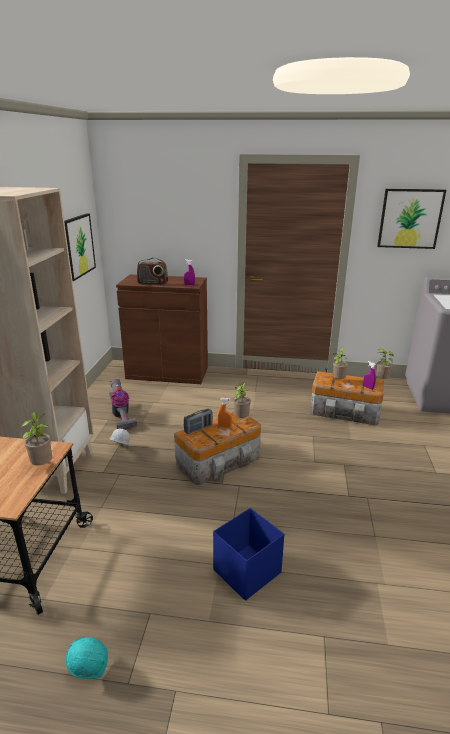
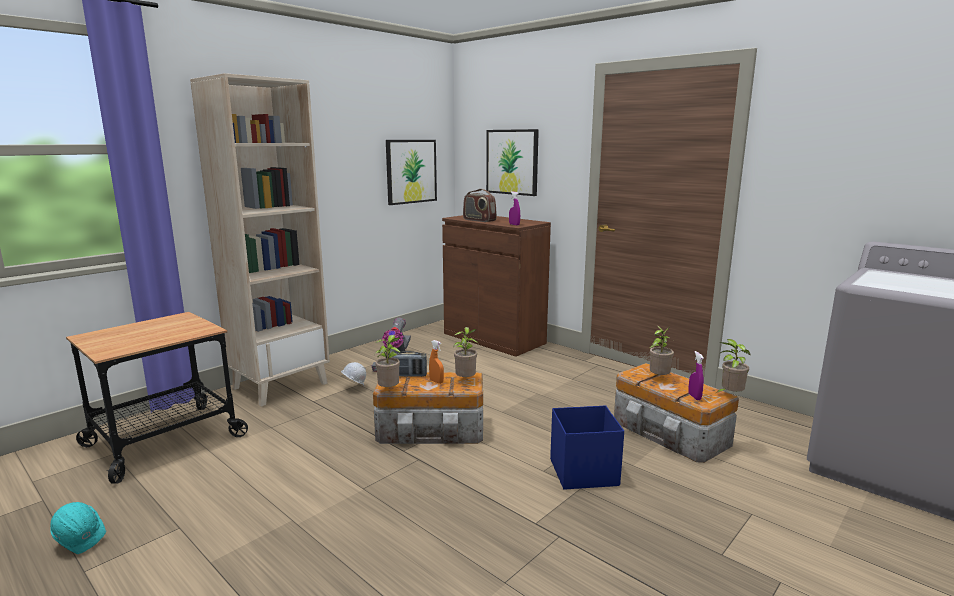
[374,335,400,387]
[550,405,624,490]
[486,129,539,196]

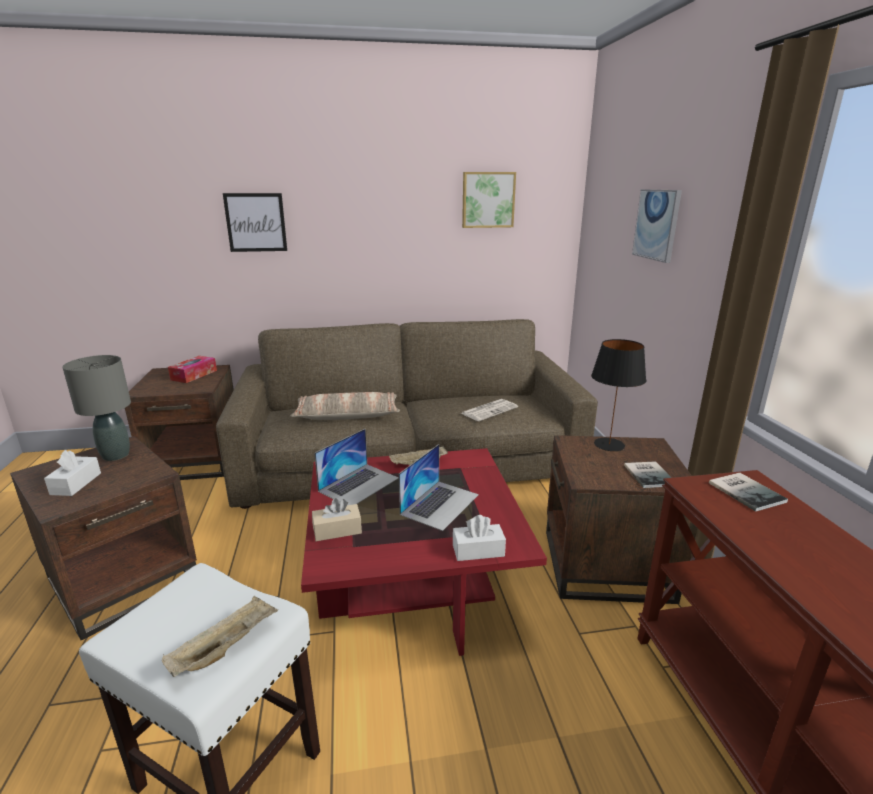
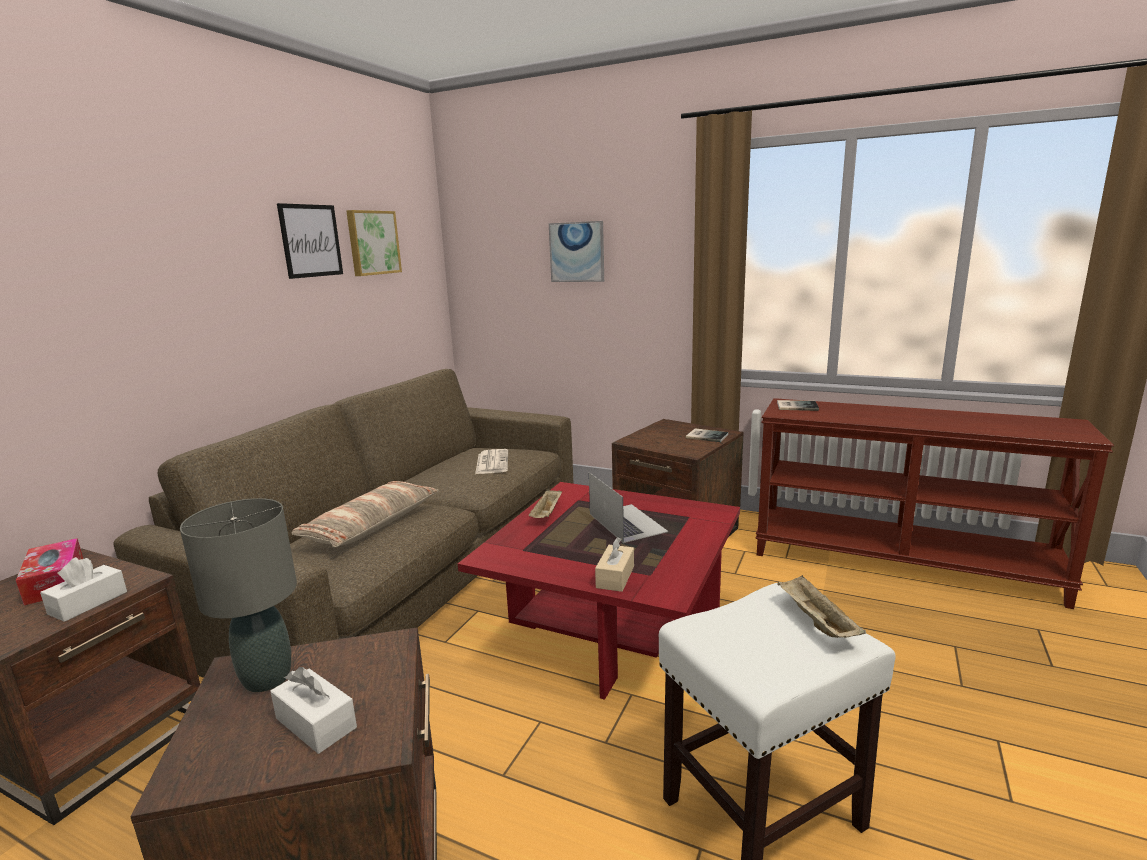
[314,429,399,505] (first image)
[591,339,646,451] (first image)
[277,203,343,279]
[40,557,127,622]

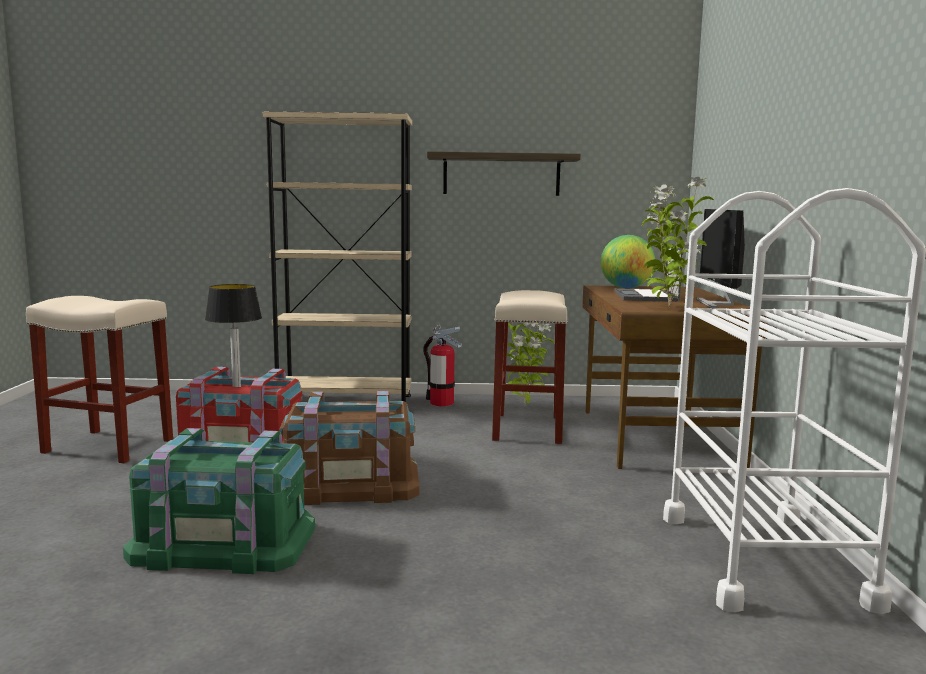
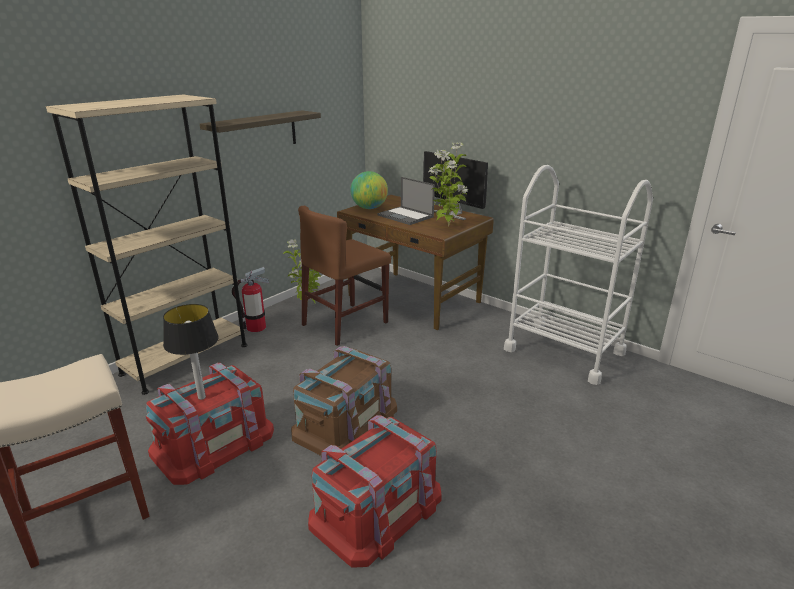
[298,206,391,346]
[308,415,441,567]

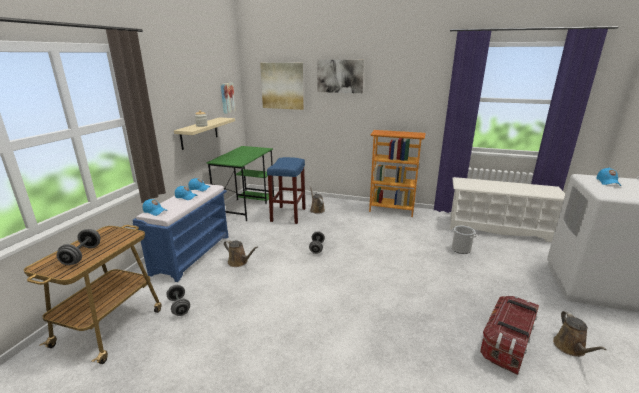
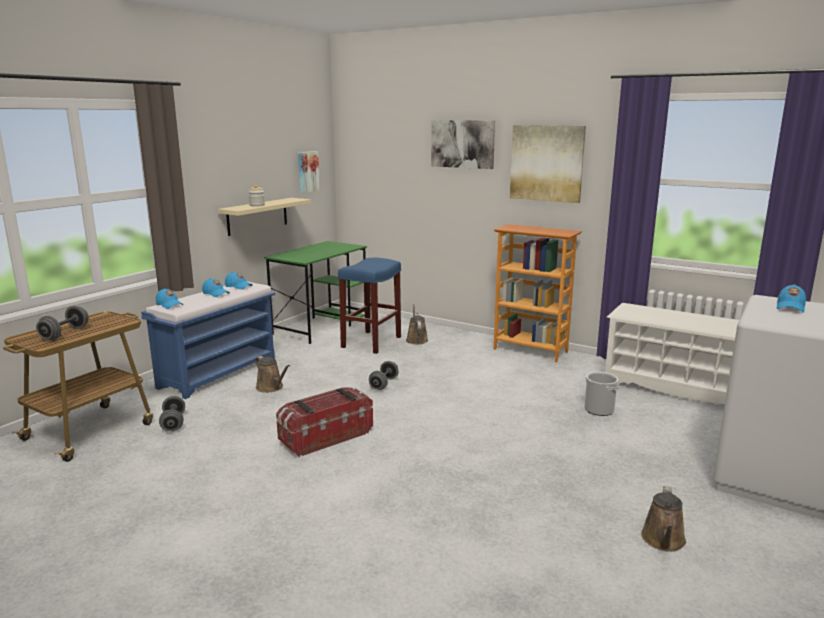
[510,125,586,203]
[276,387,373,457]

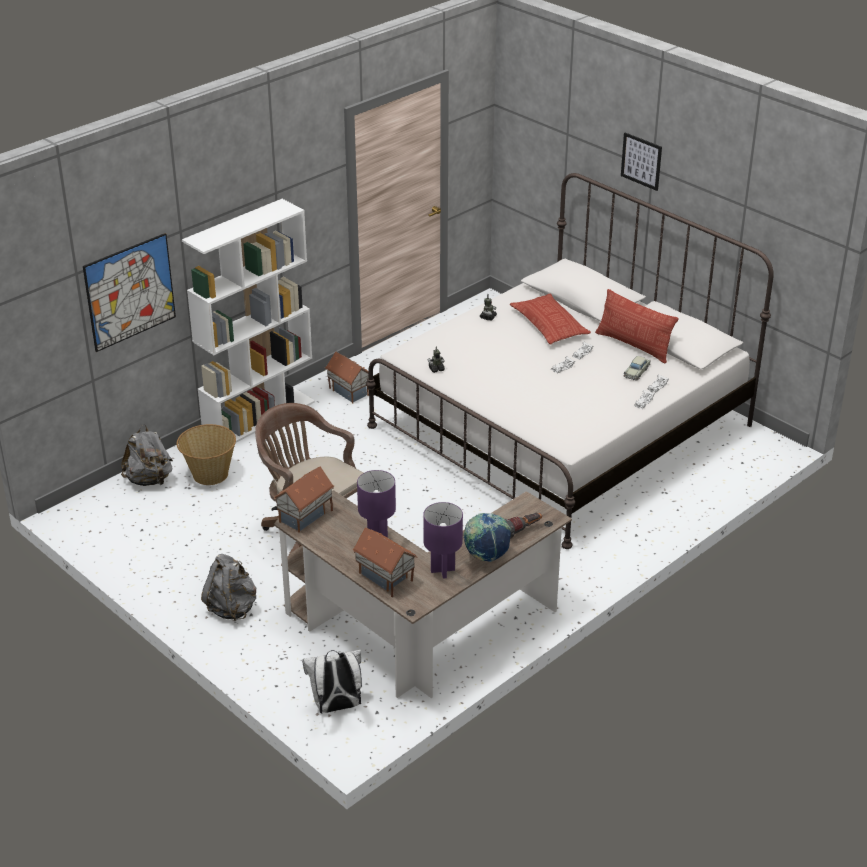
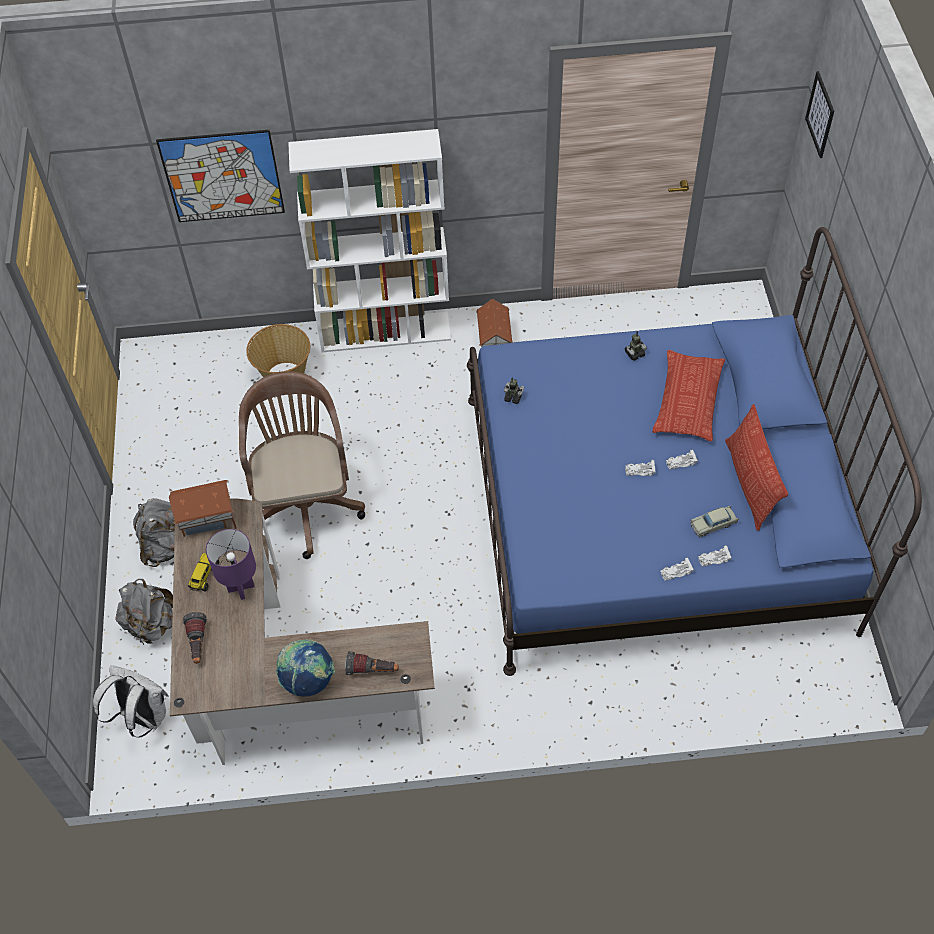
[423,502,463,579] (first image)
[188,553,219,592]
[115,579,173,646]
[805,71,834,158]
[183,612,207,664]
[467,227,922,676]

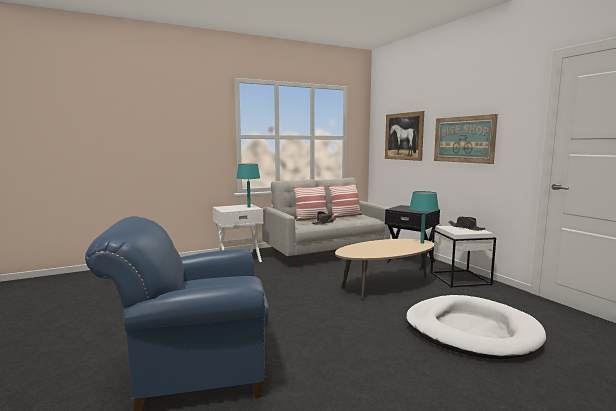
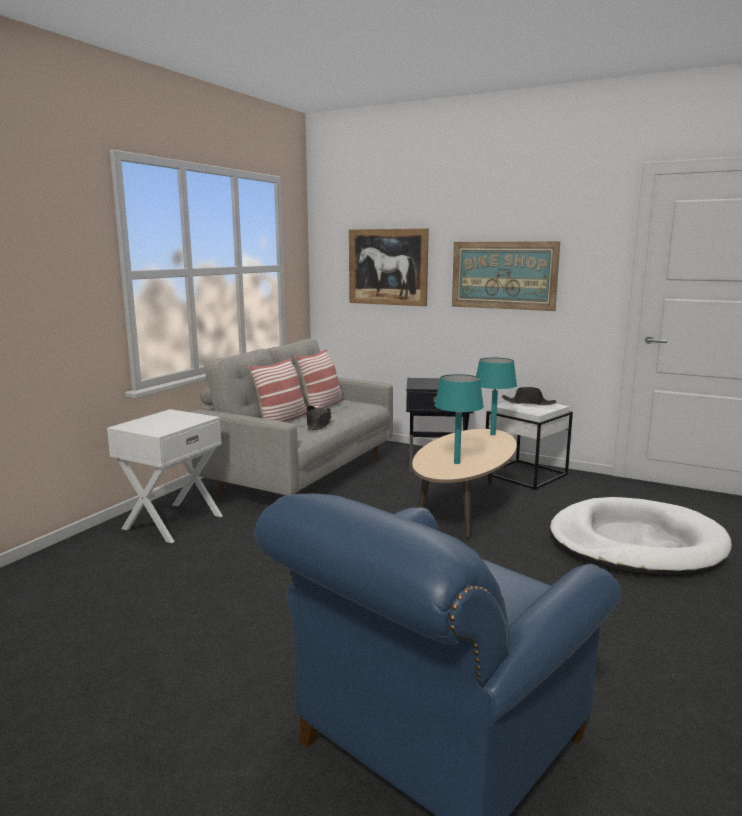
[435,374,484,464]

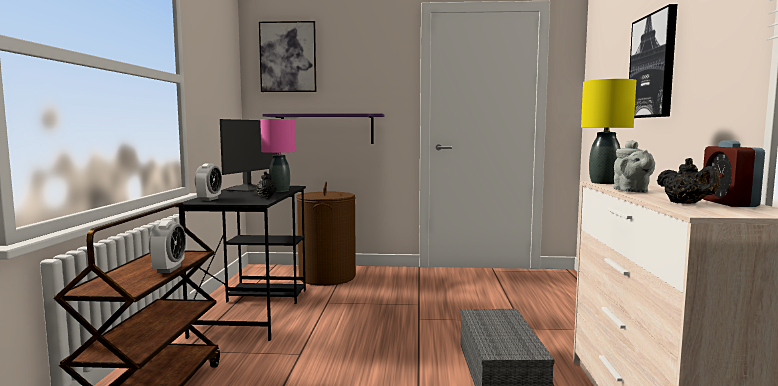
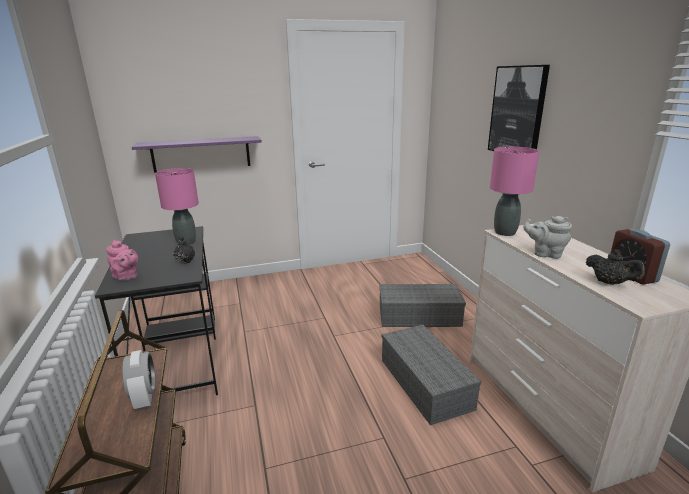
[220,119,277,192] (first image)
[259,21,316,92] (first image)
[296,182,356,286] (first image)
[379,284,466,327]
[106,240,138,281]
[490,147,539,236]
[523,216,572,259]

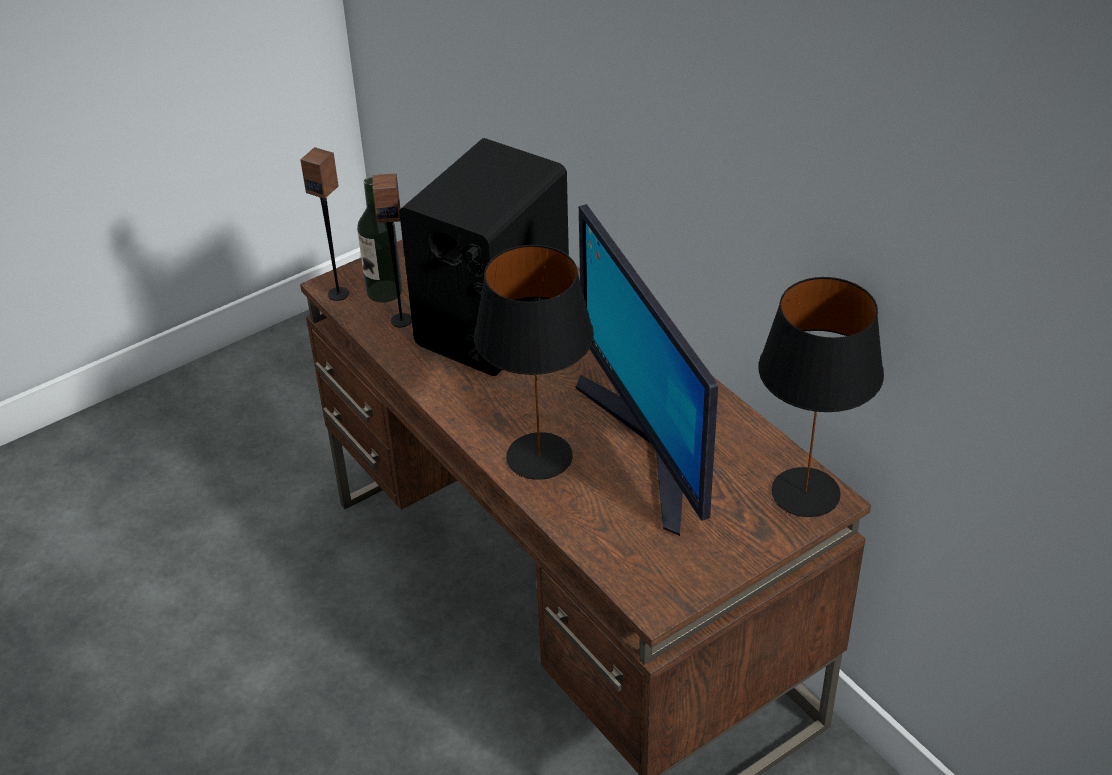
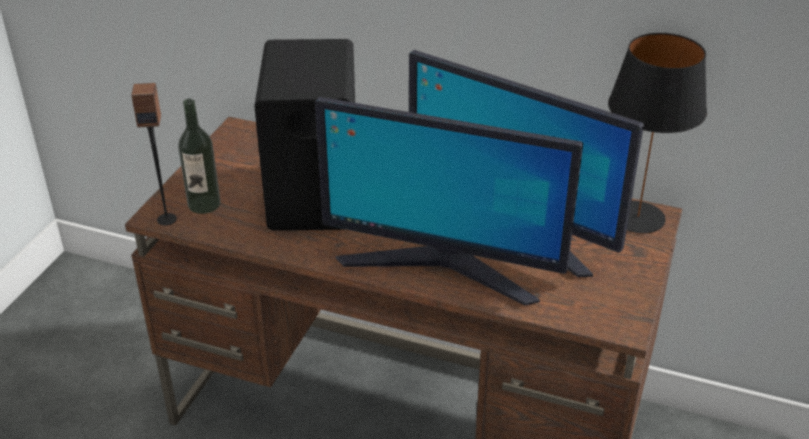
[372,173,412,327] (first image)
[315,97,583,305]

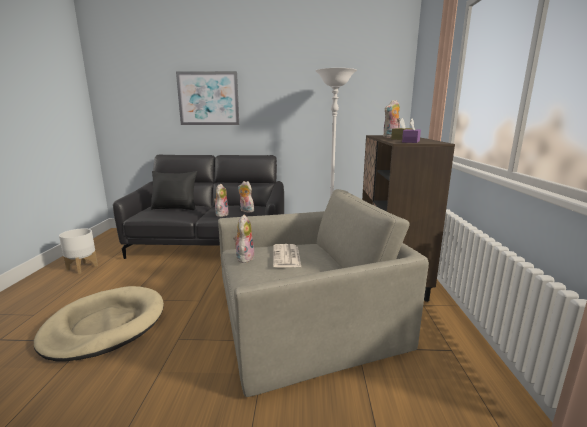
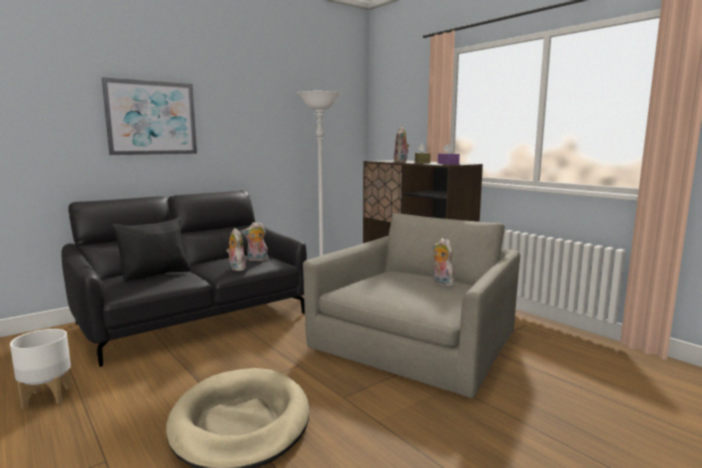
[273,244,301,267] (first image)
[433,238,456,287]

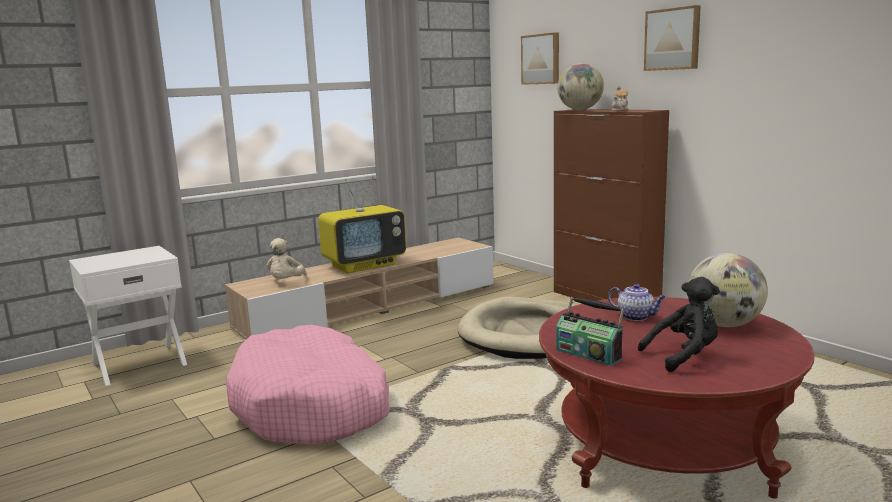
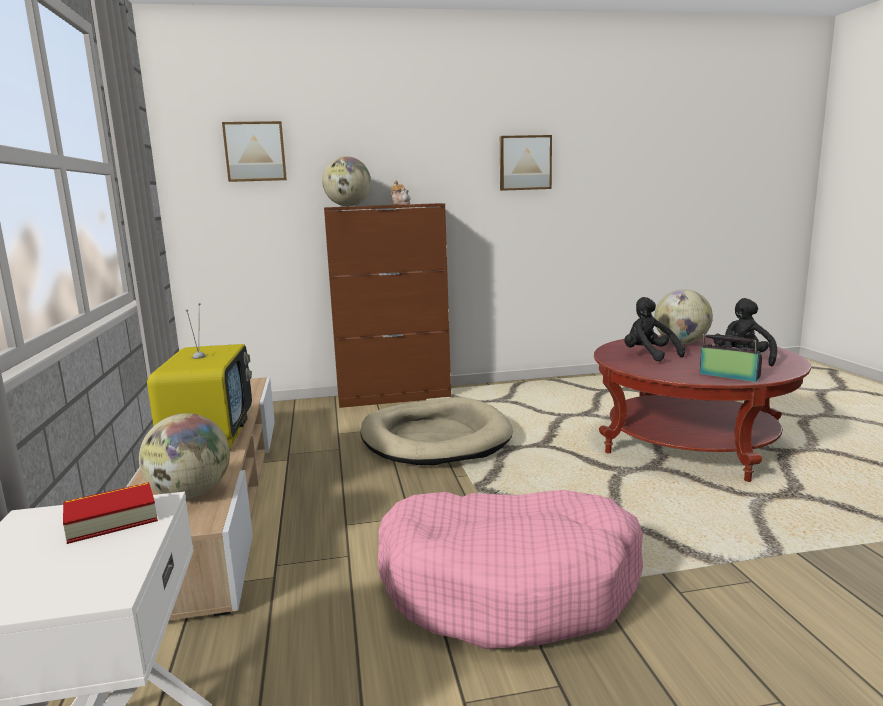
[63,482,158,544]
[500,135,552,191]
[139,413,230,499]
[624,297,685,361]
[700,334,762,382]

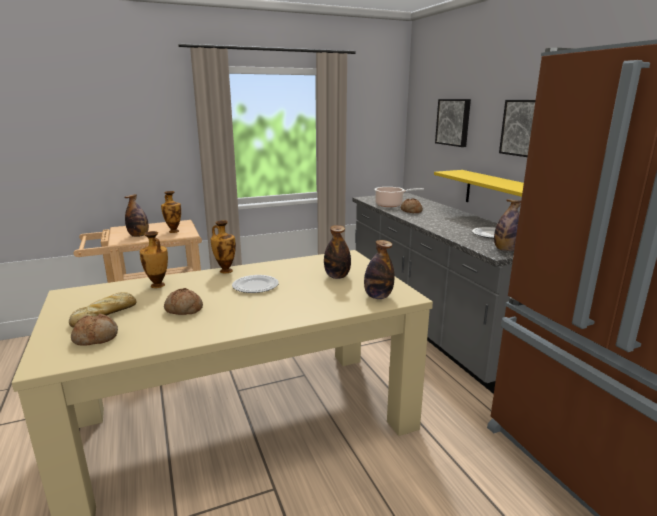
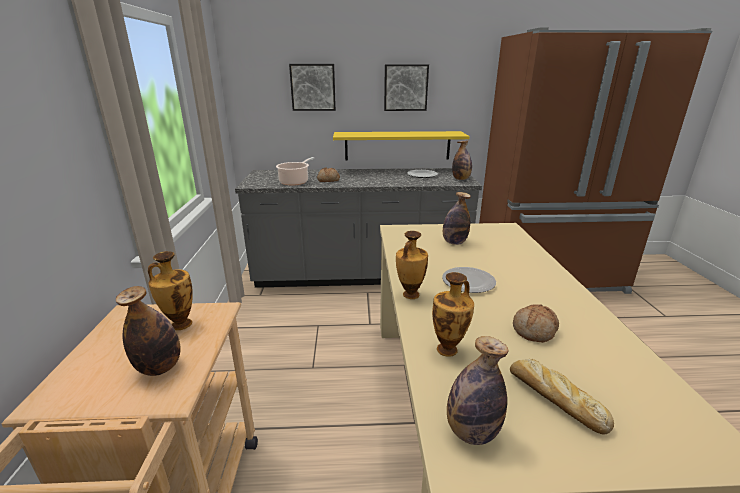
[71,314,118,346] (first image)
[447,336,509,445]

